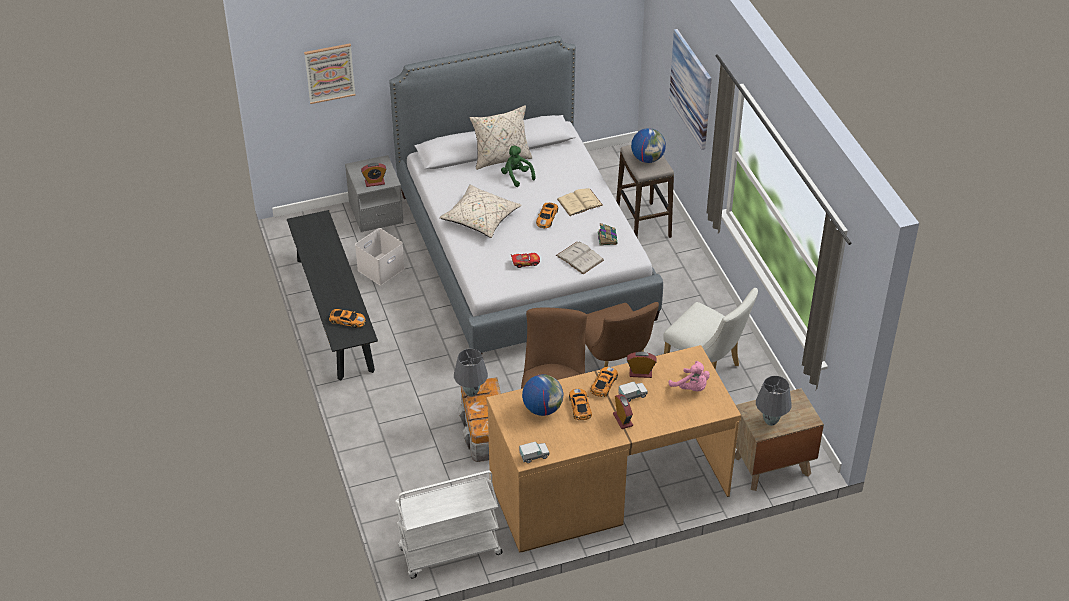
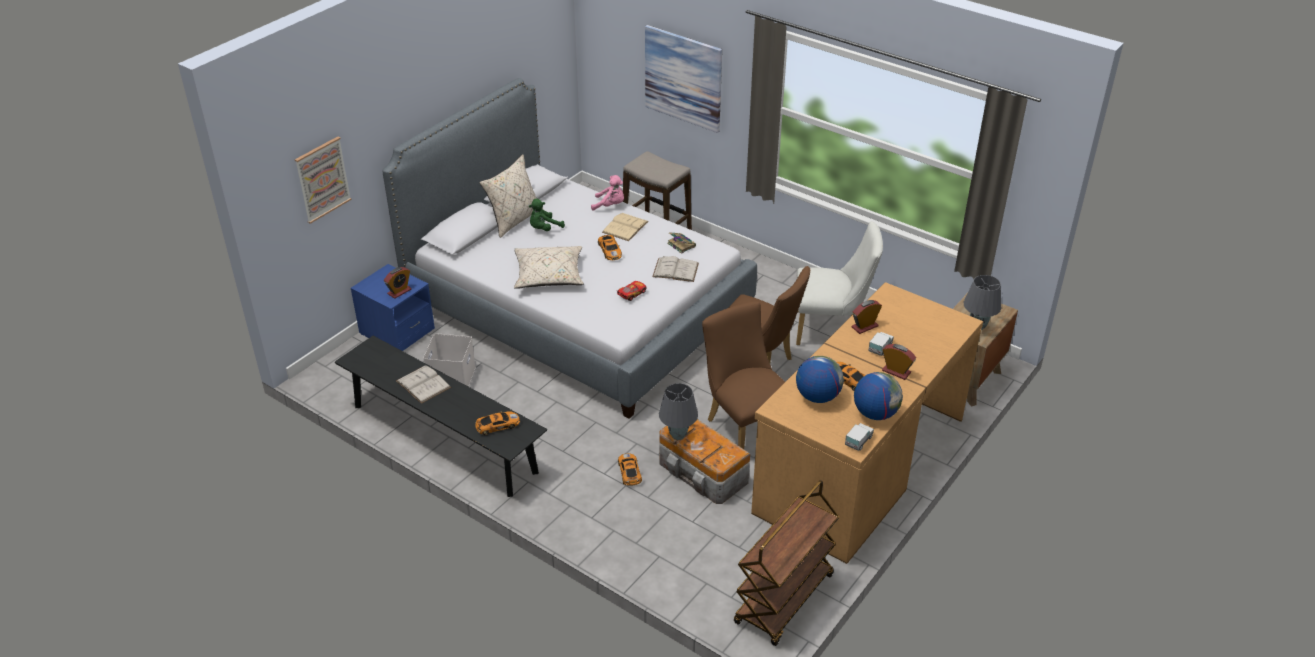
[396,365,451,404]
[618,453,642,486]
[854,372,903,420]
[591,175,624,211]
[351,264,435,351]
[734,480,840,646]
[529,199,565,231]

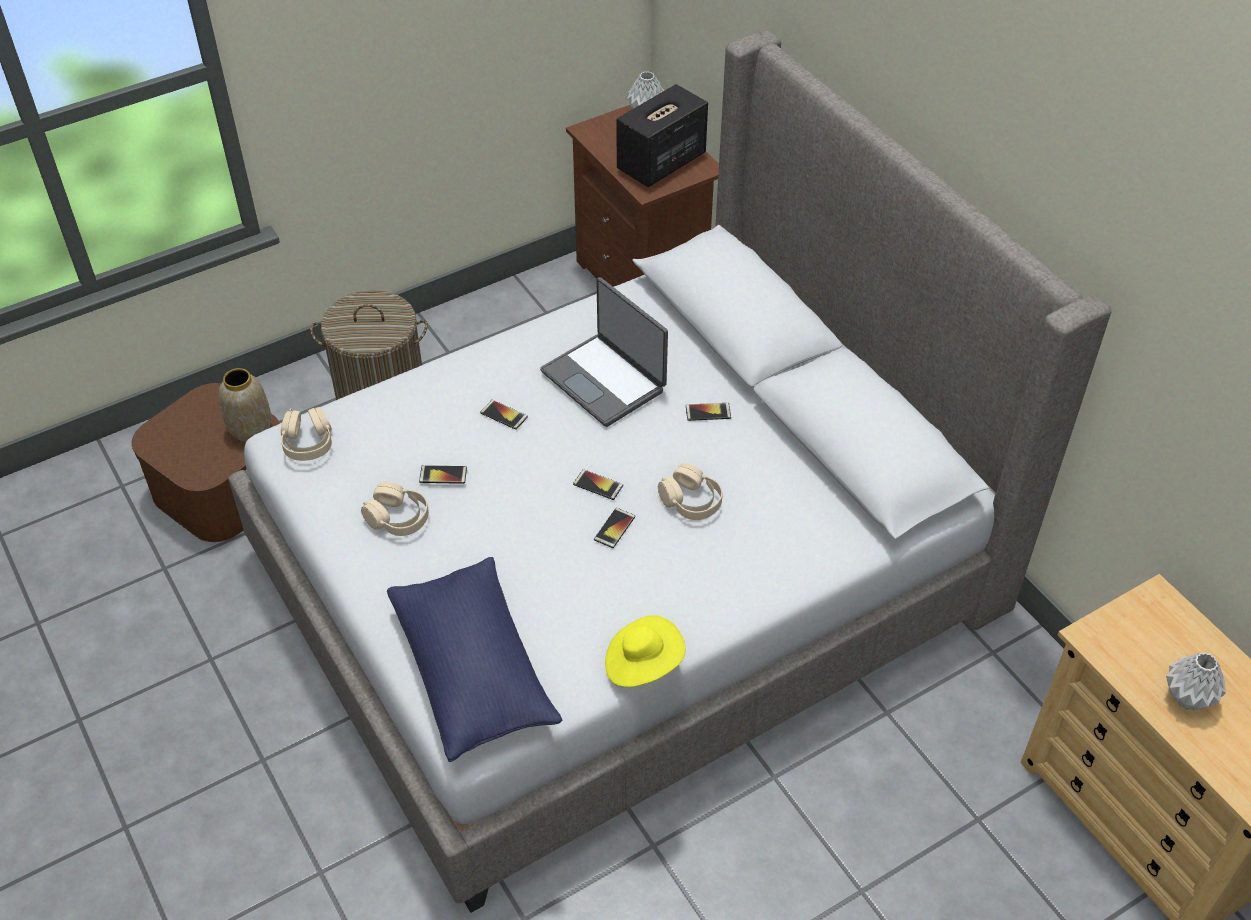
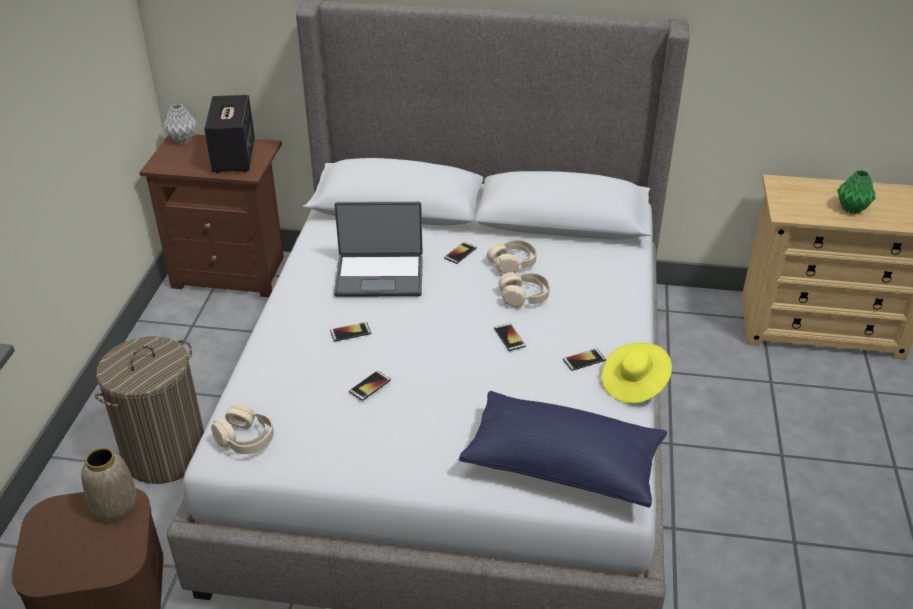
[487,240,537,274]
[563,348,606,371]
[837,170,876,214]

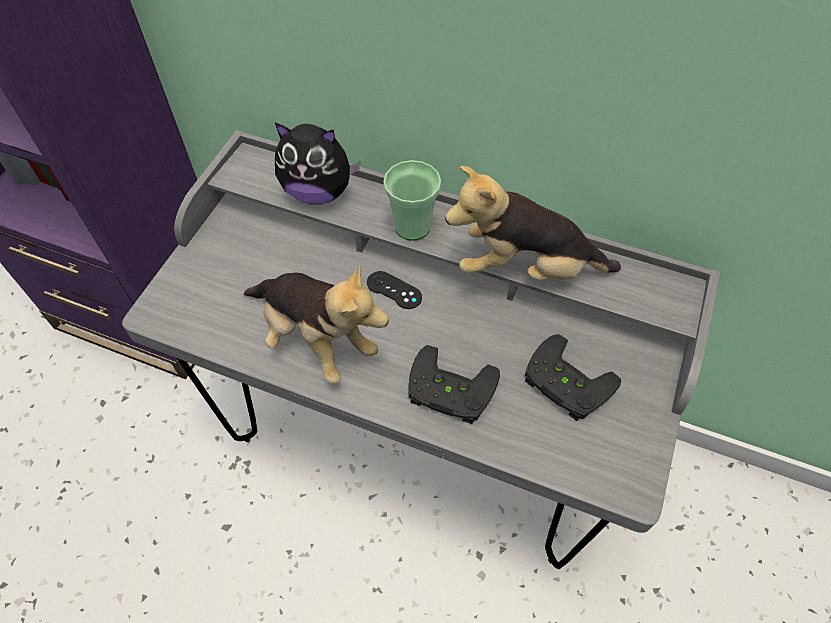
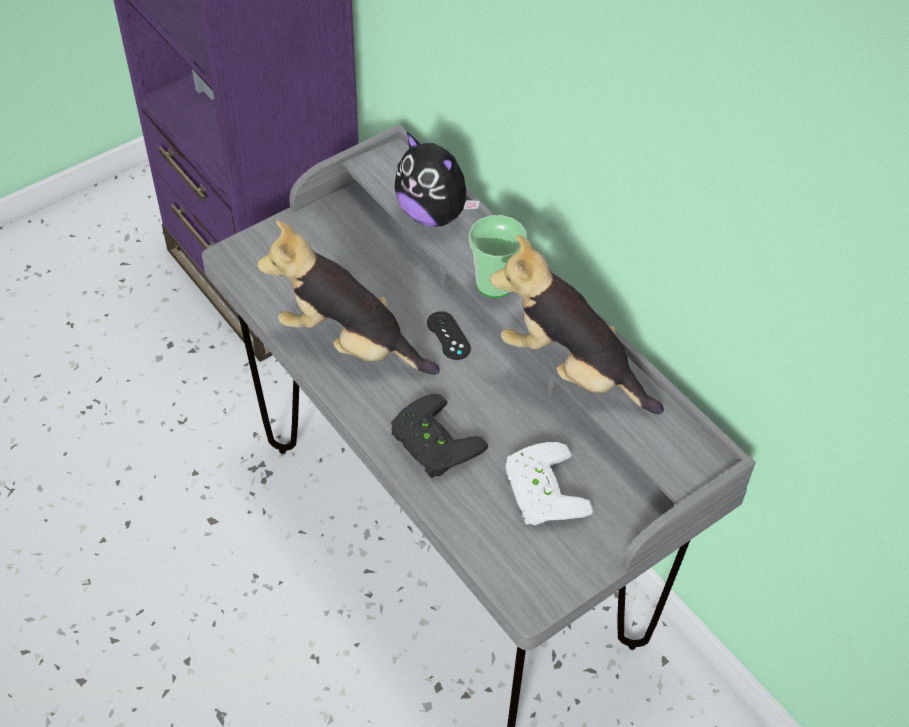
[505,442,593,526]
[257,220,440,375]

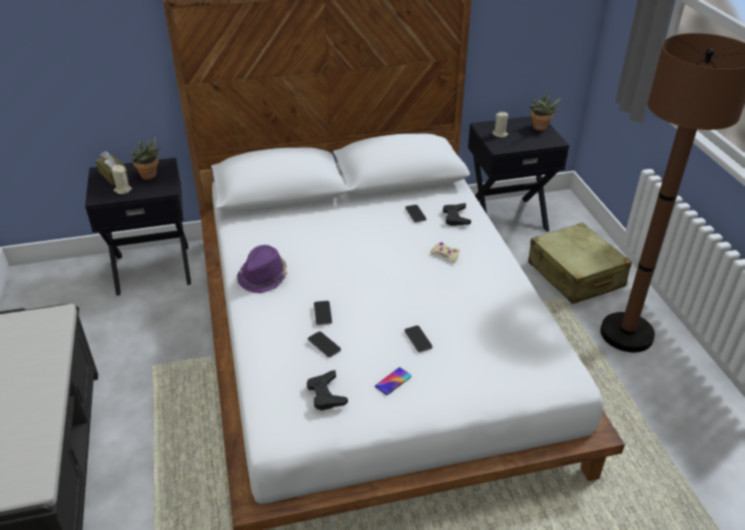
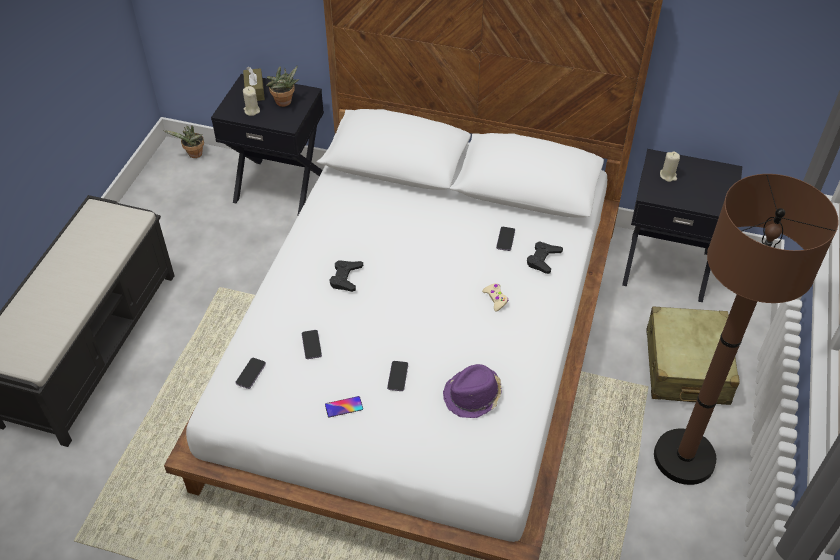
[443,364,502,418]
[329,260,363,292]
[235,358,266,389]
[163,125,204,158]

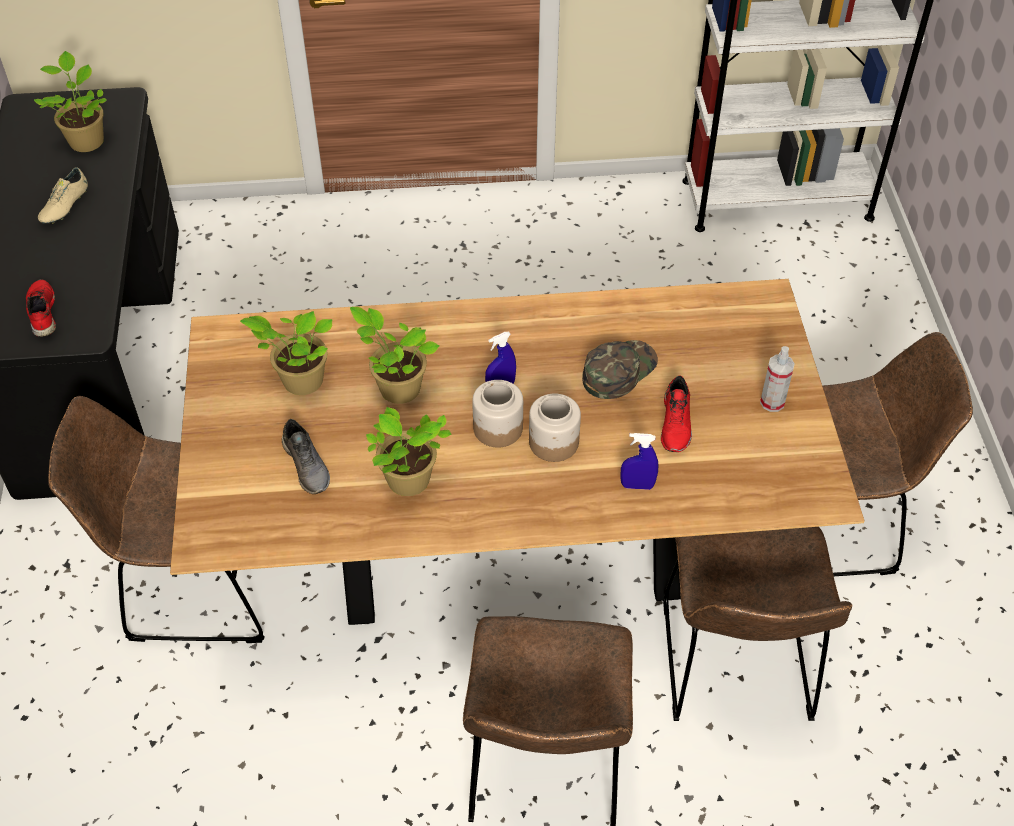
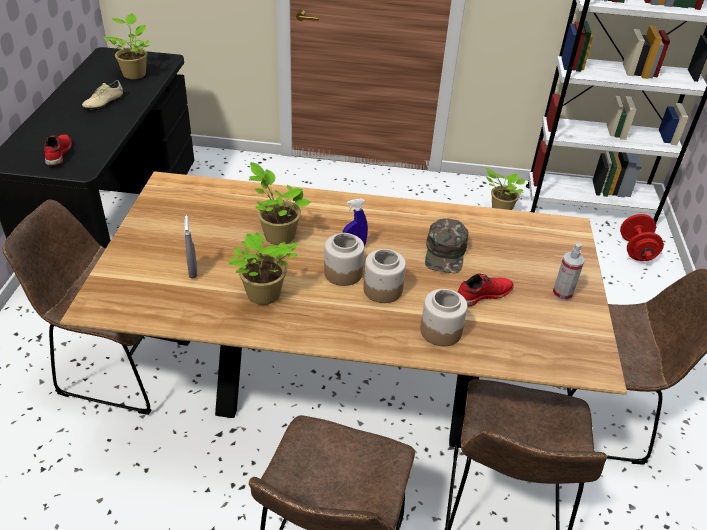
[620,214,664,261]
[485,168,525,210]
[184,215,197,278]
[420,289,468,346]
[425,218,468,273]
[458,273,514,307]

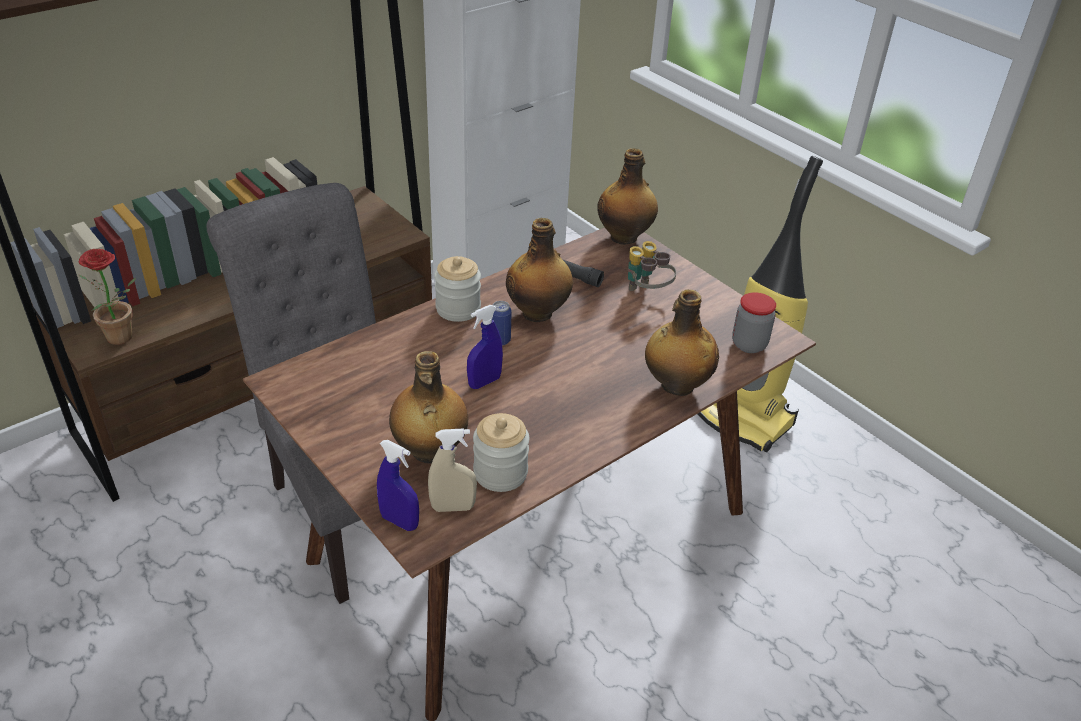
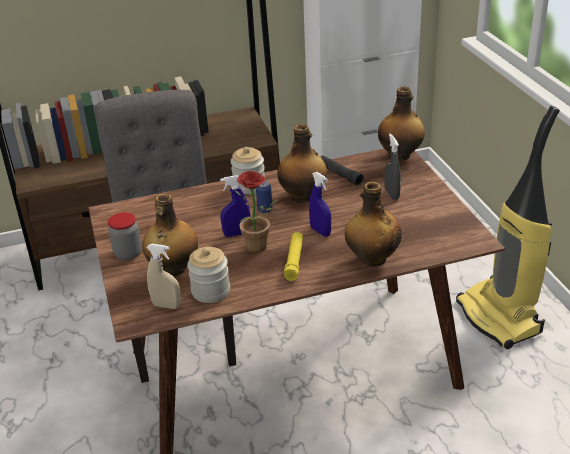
[283,232,303,281]
[235,171,278,253]
[309,172,331,237]
[108,212,142,260]
[385,134,401,200]

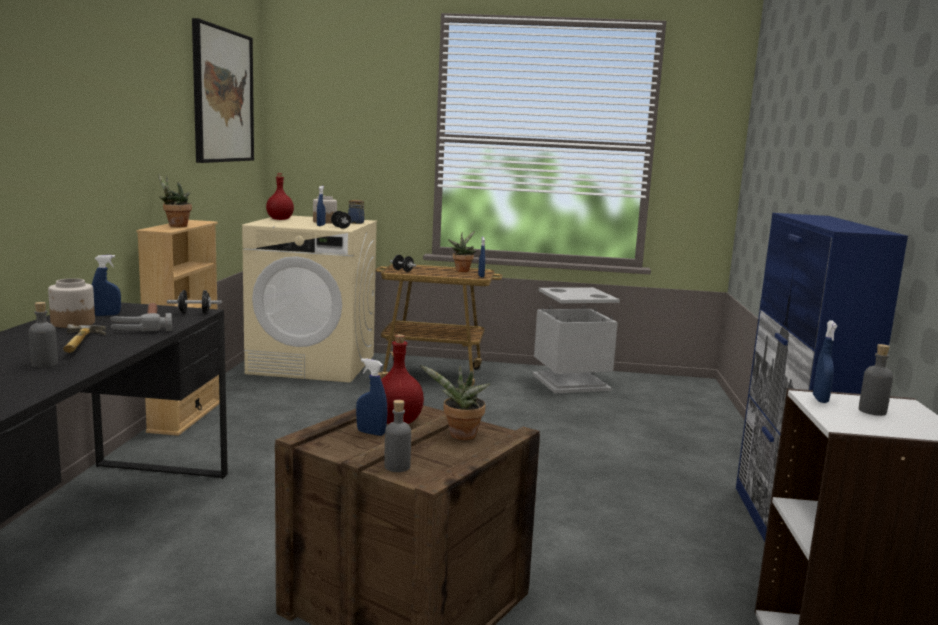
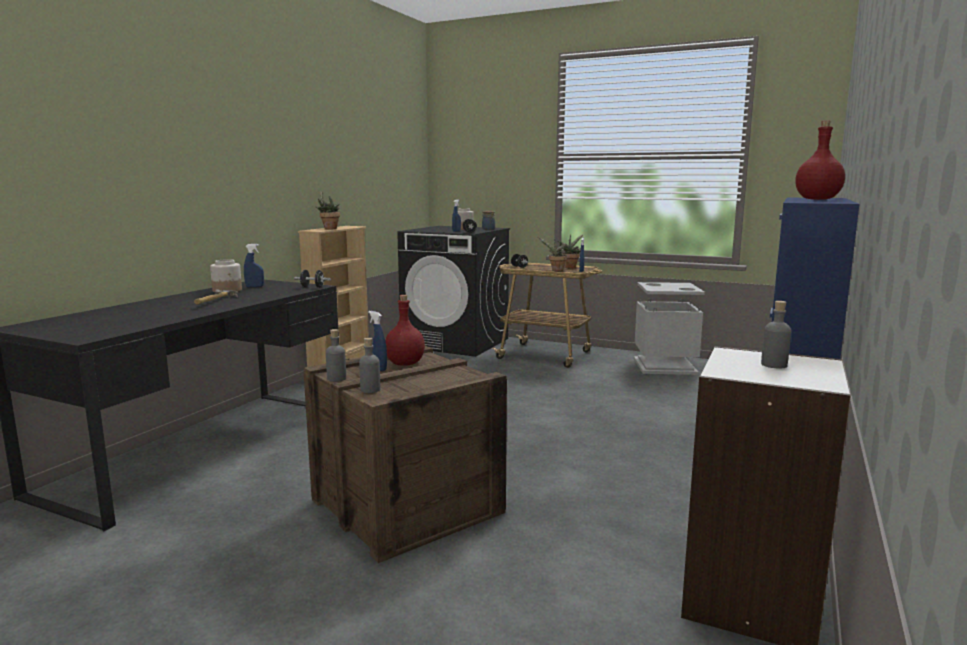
[110,303,172,331] (first image)
[192,18,254,163] (first image)
[813,320,837,403] (first image)
[326,329,346,382]
[795,121,845,200]
[538,237,567,271]
[397,226,510,357]

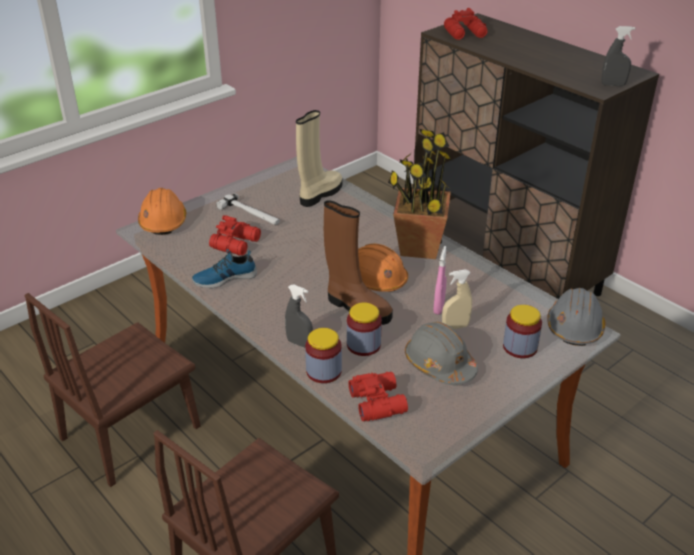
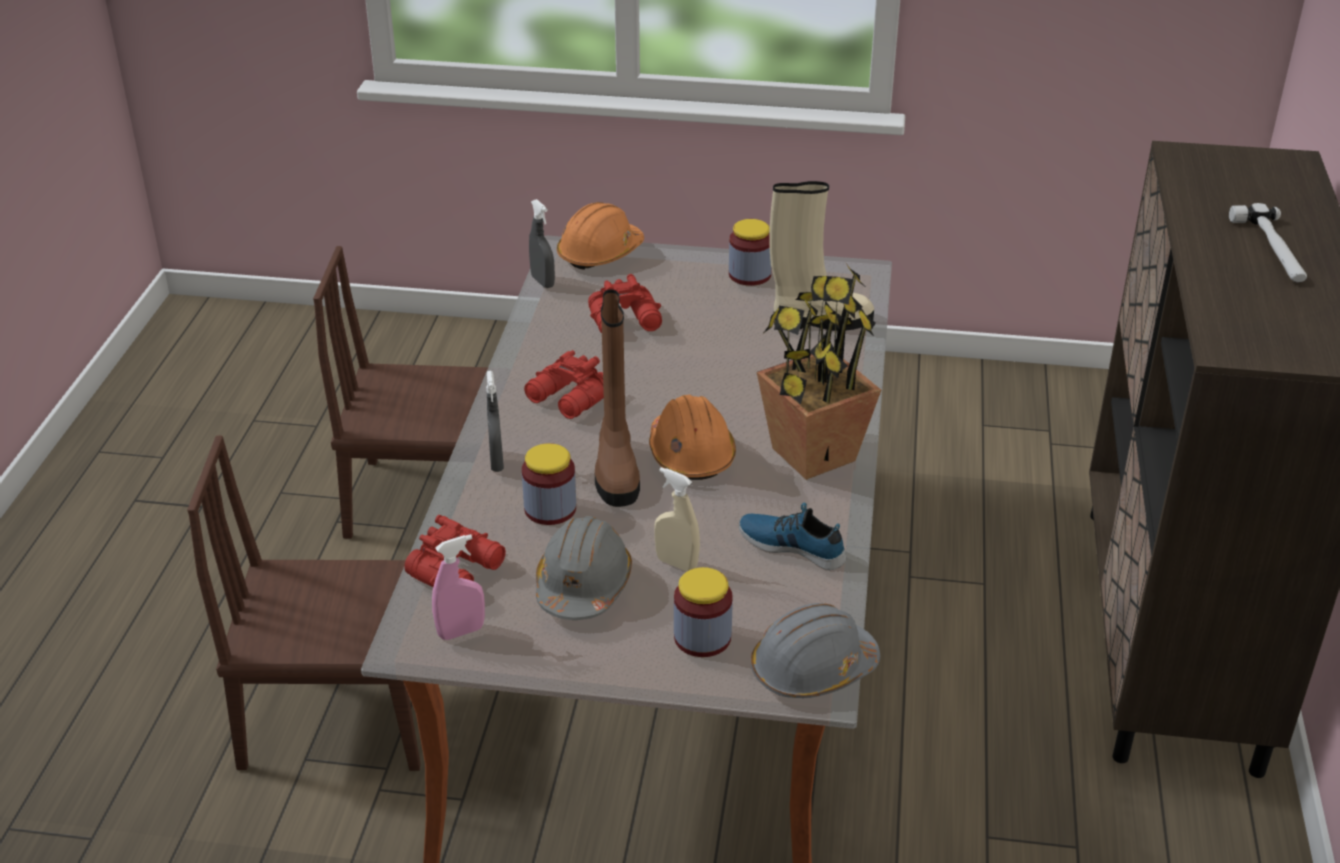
[739,502,846,570]
[1229,203,1307,282]
[729,219,772,286]
[432,534,485,640]
[524,350,604,419]
[529,199,555,288]

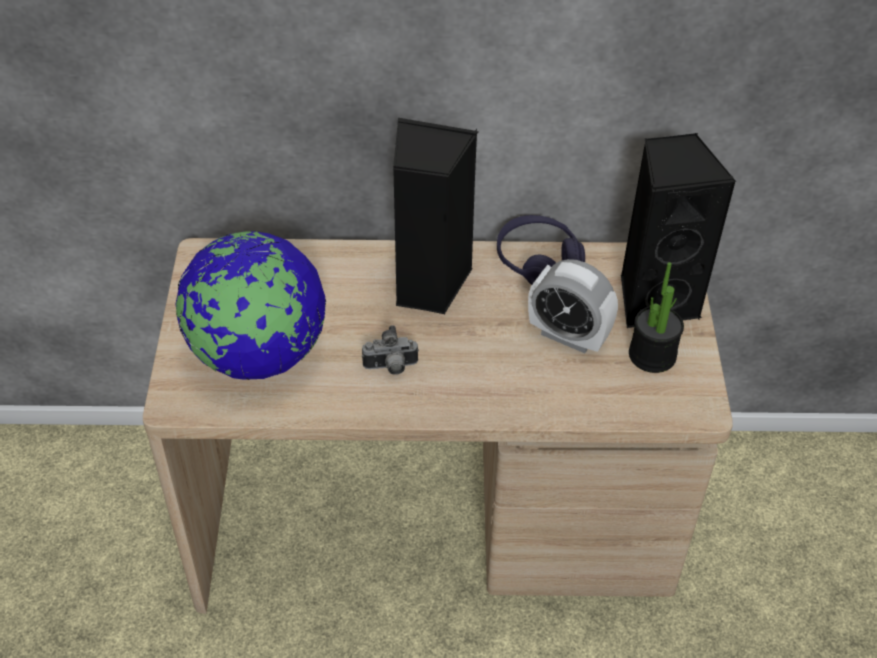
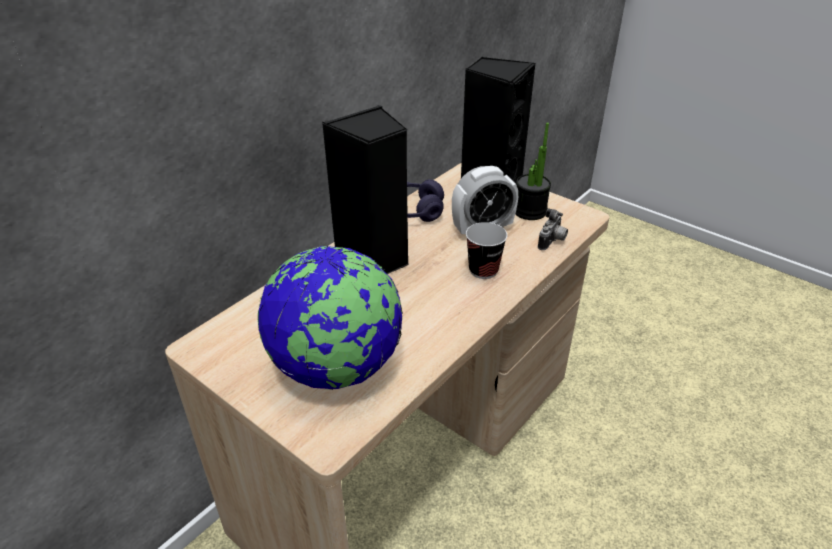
[466,222,507,279]
[538,208,568,250]

